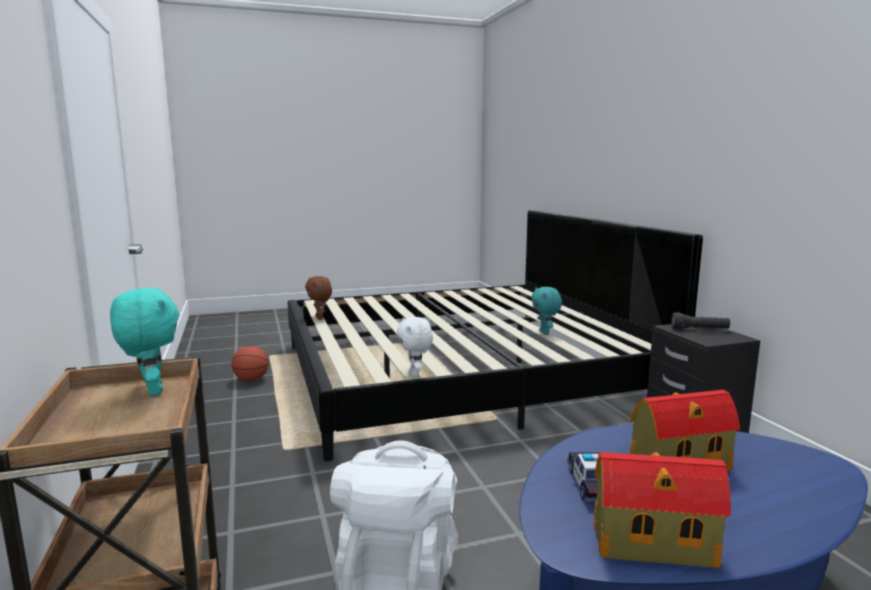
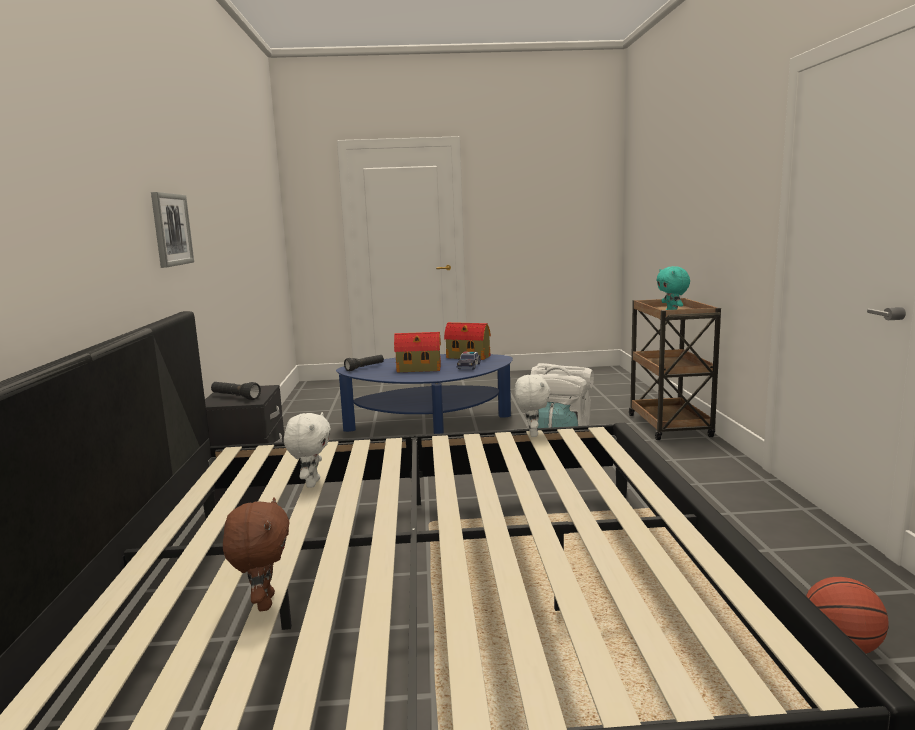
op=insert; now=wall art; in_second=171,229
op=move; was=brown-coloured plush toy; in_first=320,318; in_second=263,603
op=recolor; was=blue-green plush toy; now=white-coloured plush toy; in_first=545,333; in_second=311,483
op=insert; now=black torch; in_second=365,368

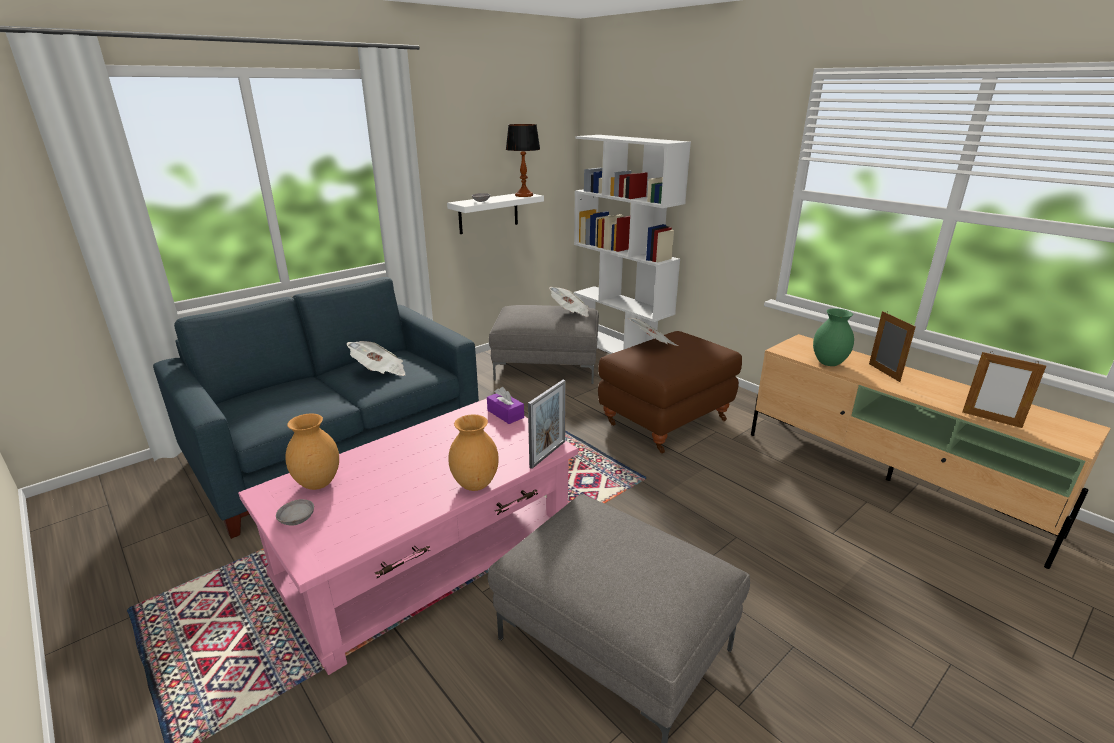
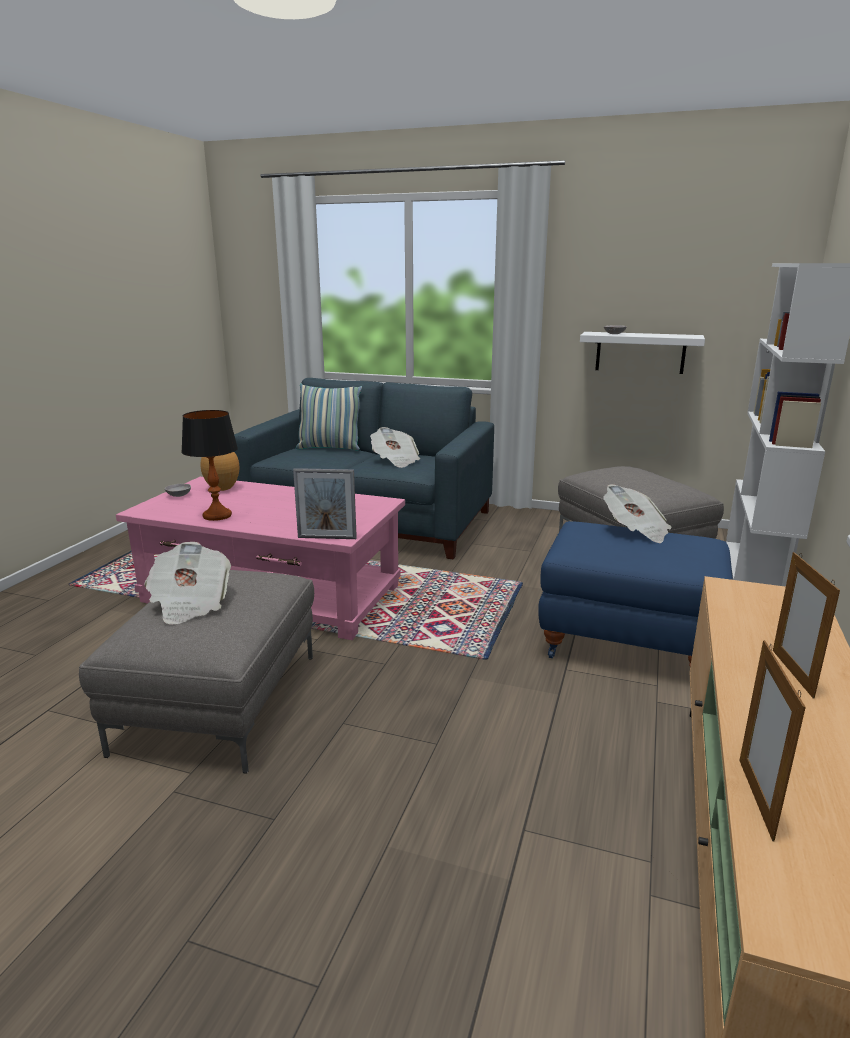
op=move; was=printed paper; in_first=570,312; in_second=190,603
op=move; was=table lamp; in_first=524,195; in_second=217,516
op=insert; now=throw pillow; in_second=329,448
op=recolor; was=brown-coloured ottoman; now=bluish ottoman; in_first=665,420; in_second=628,643
op=rotate; was=photo frame; in_first=884,372; in_second=792,673; clockwise=135
op=delete; was=brown-coloured vase; in_first=474,485
op=delete; was=purple-coloured box of tissues; in_first=505,414
op=delete; was=greenish vase; in_first=829,363

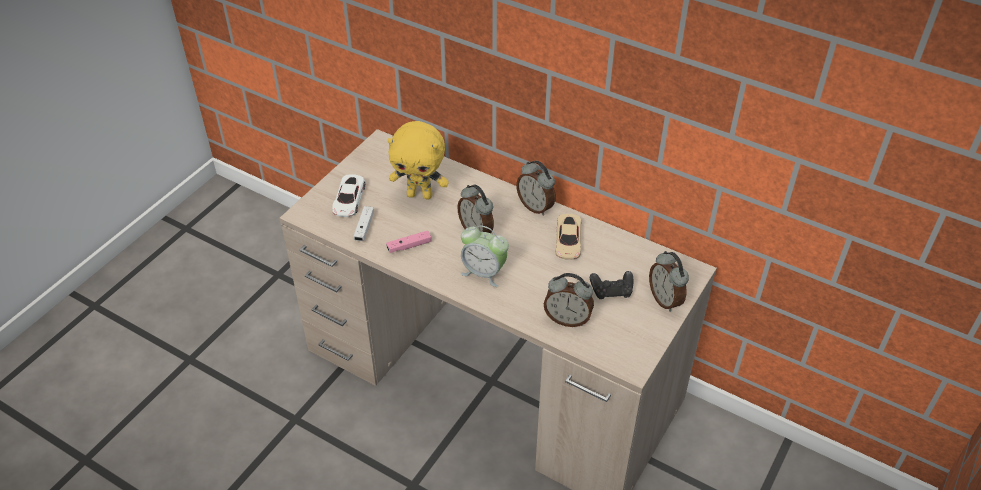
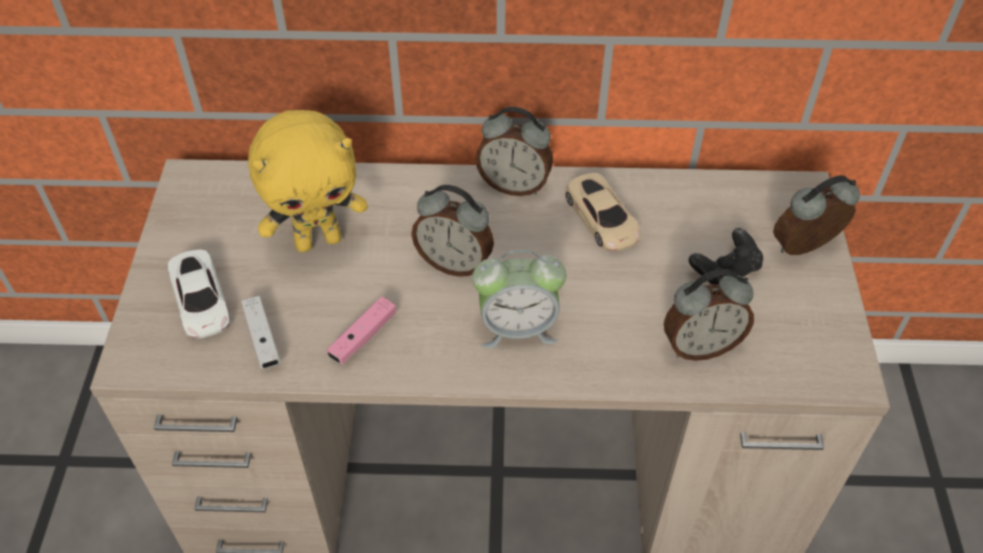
op=rotate; was=table clock; in_first=665,300; in_second=805,249; clockwise=120

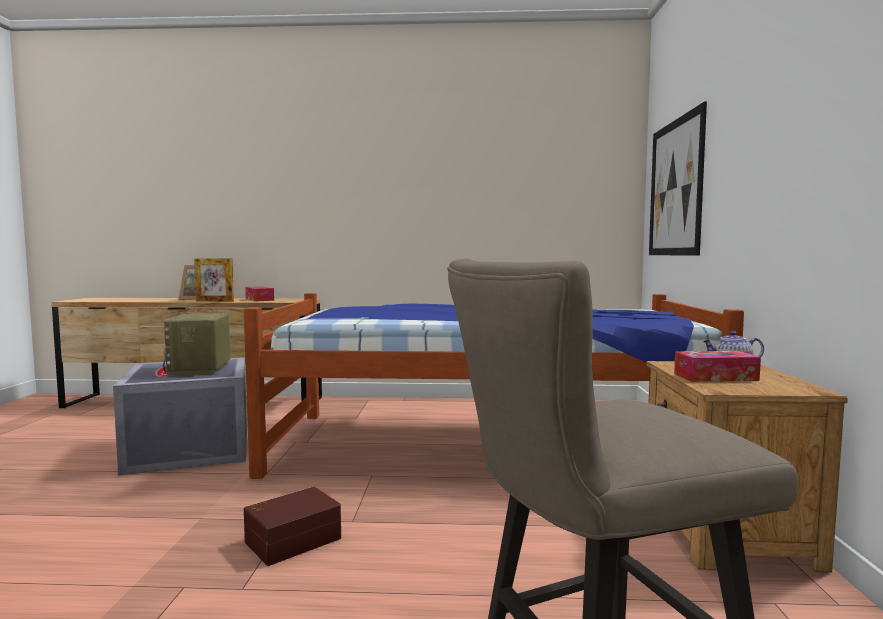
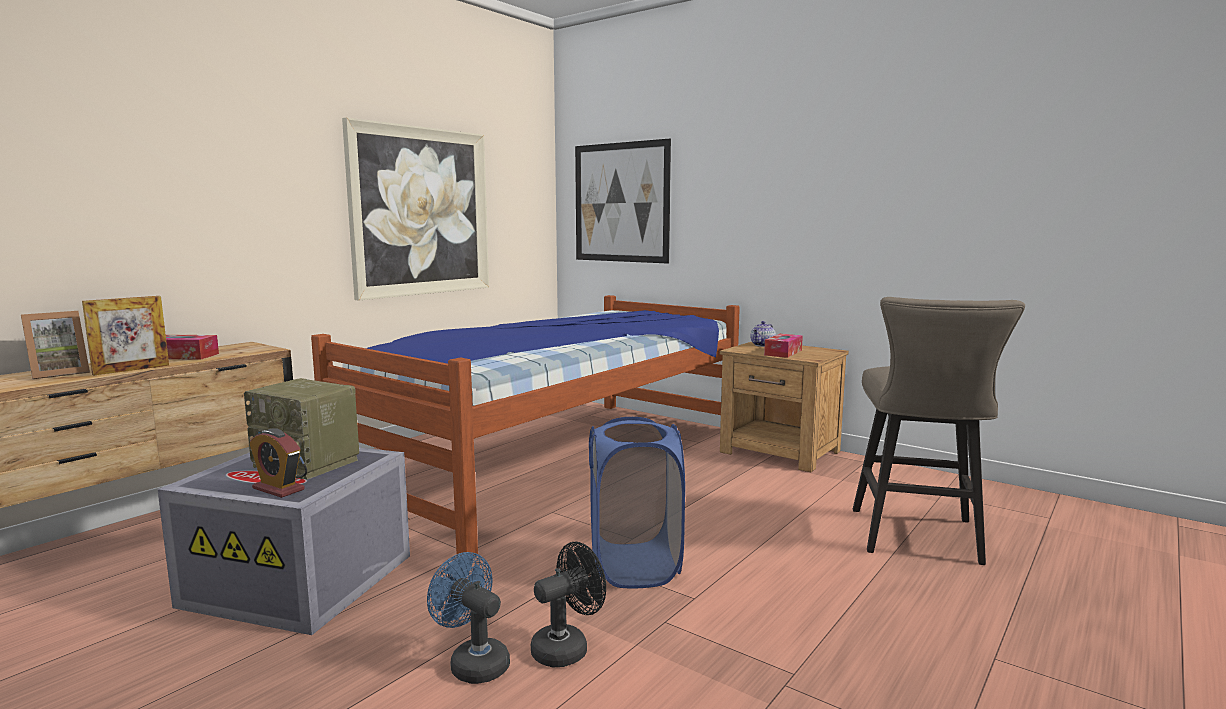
op=insert; now=table clock; in_second=278,489
op=insert; now=wall art; in_second=421,211
op=insert; now=bluish cooling fan; in_second=473,662
op=insert; now=black cooling fan; in_second=567,648
op=replace; was=brown-coloured storage box; now=bluish laundry basket; in_first=292,539; in_second=634,566

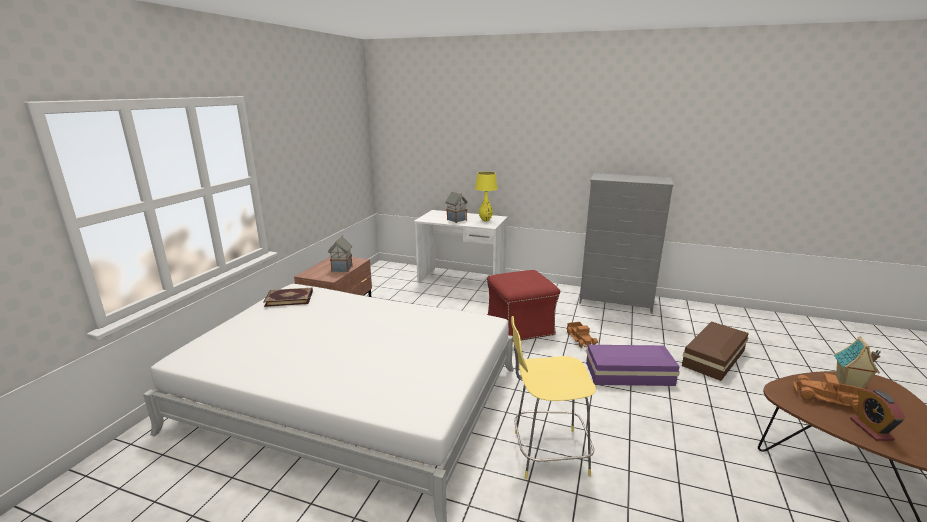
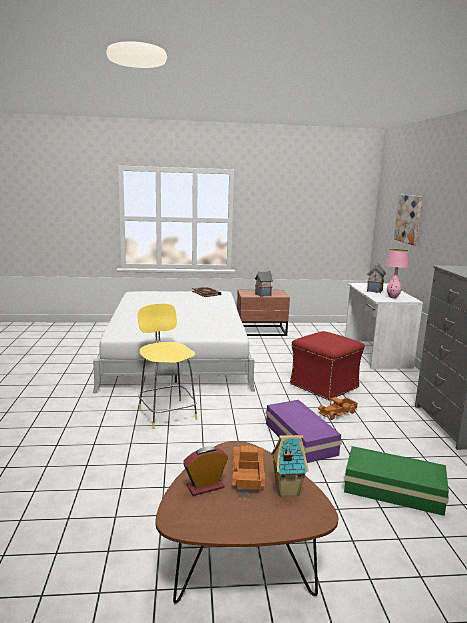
op=recolor; was=brown-coloured storage box; now=greenish storage box; in_first=715,358; in_second=395,491
op=recolor; was=yellowish table lamp; now=pinkish table lamp; in_first=485,220; in_second=393,297
op=insert; now=wall art; in_second=409,219

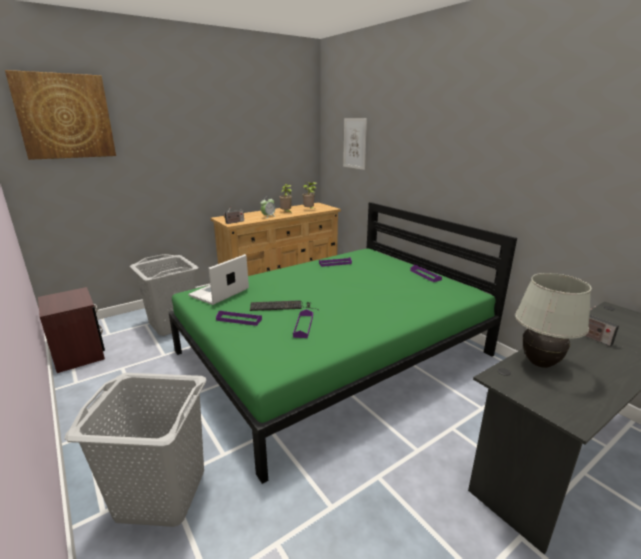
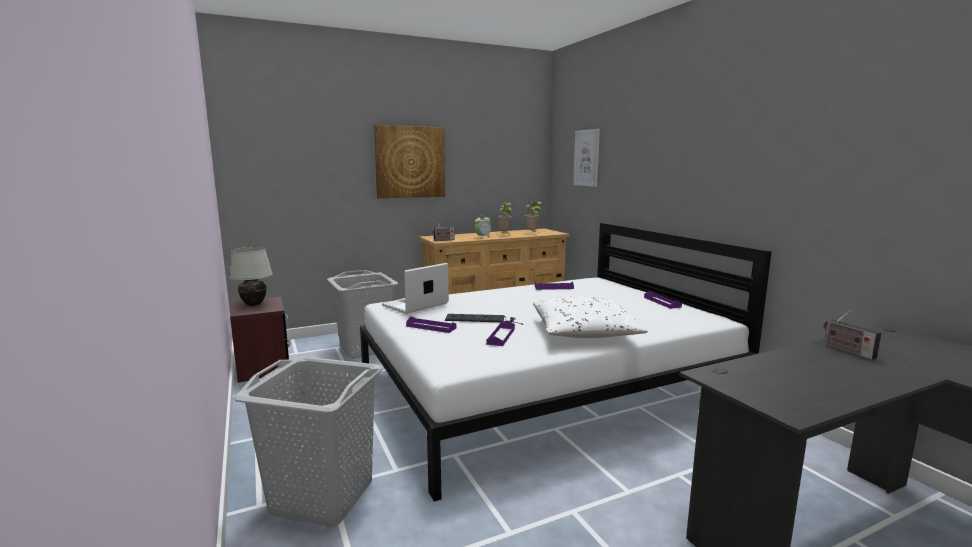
op=move; was=white-coloured table lamp; in_first=540,363; in_second=254,305
op=recolor; was=greenish sleeping bed; now=white-coloured sleeping bed; in_first=334,353; in_second=544,389
op=move; was=wall art; in_first=65,116; in_second=410,162
op=insert; now=white-coloured throw pillow; in_second=584,332

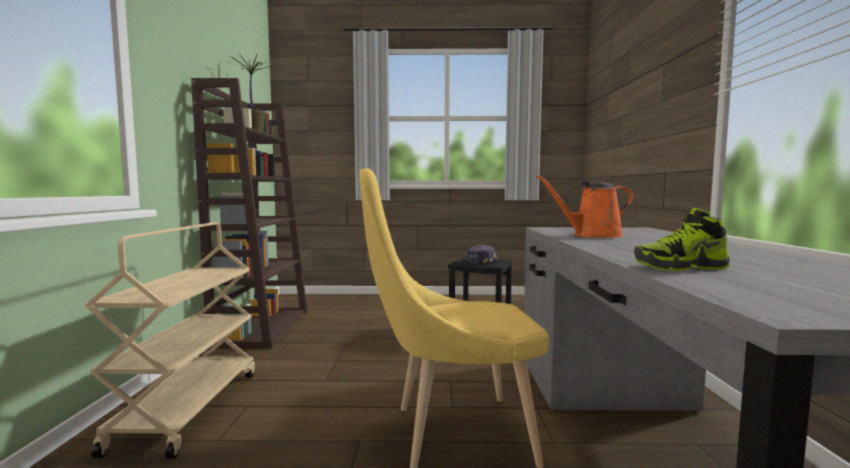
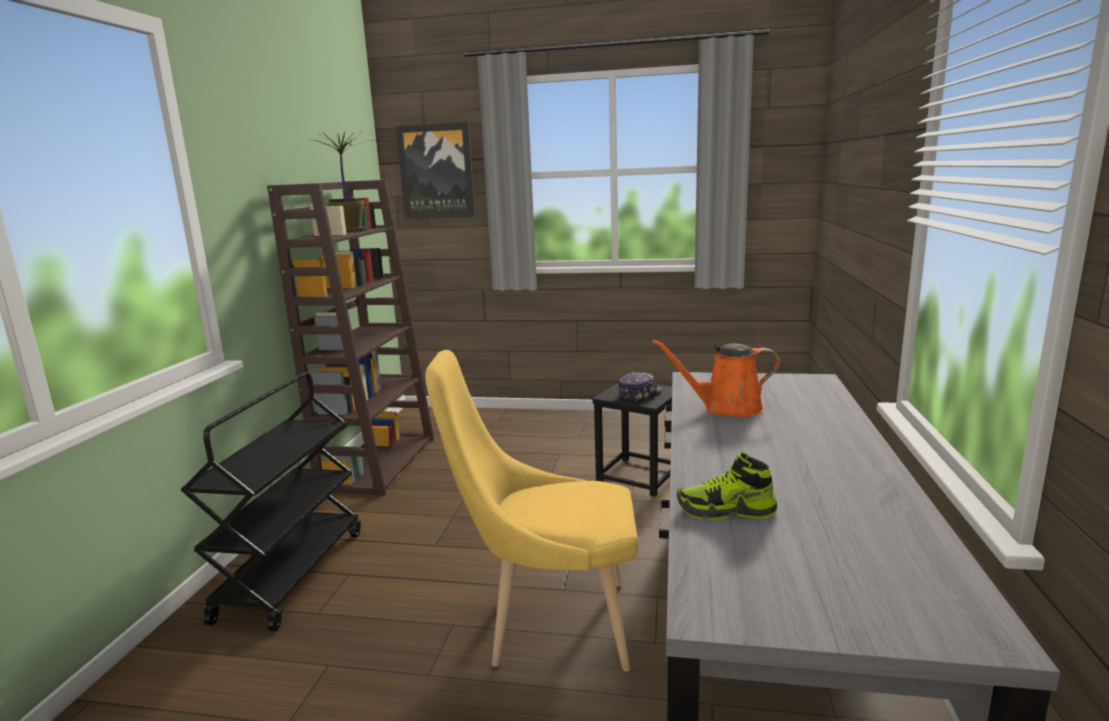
op=recolor; was=beige wheeled cart; now=black wheeled cart; in_first=188,408; in_second=291,573
op=insert; now=wall art; in_second=436,171

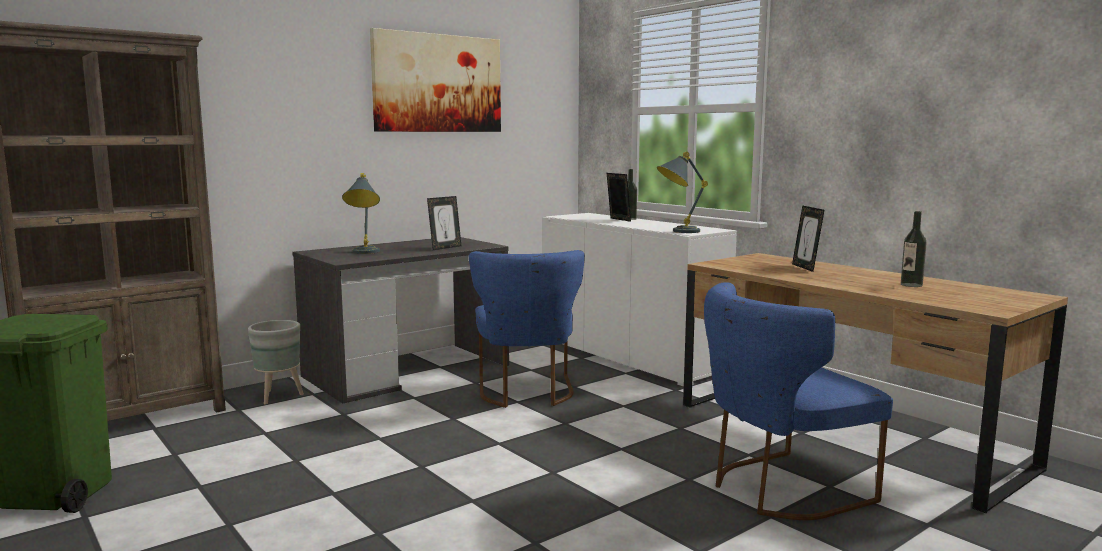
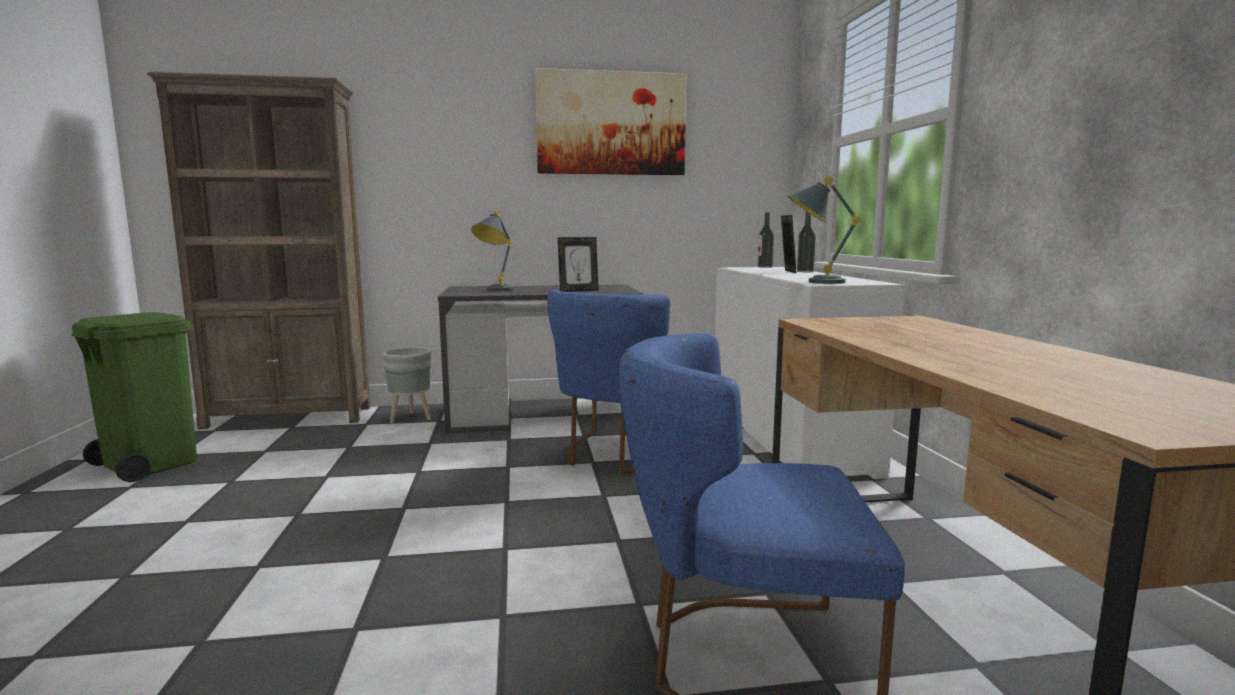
op=move; was=drink bottle; in_first=911,285; in_second=765,267
op=delete; was=photo frame; in_first=805,267

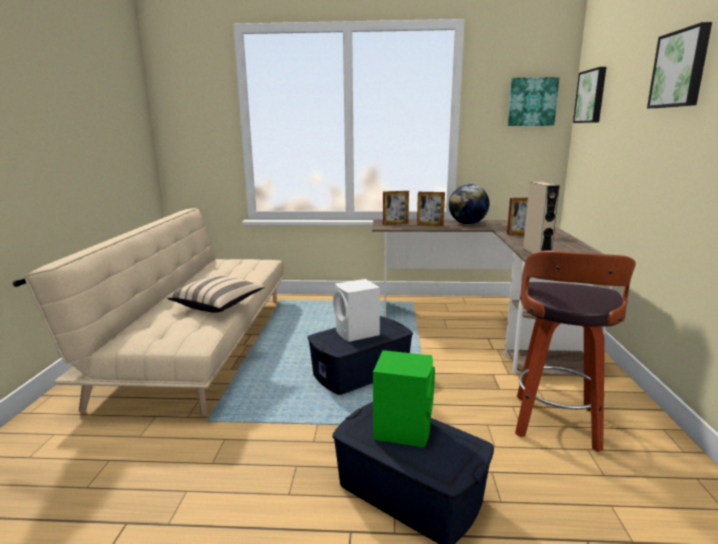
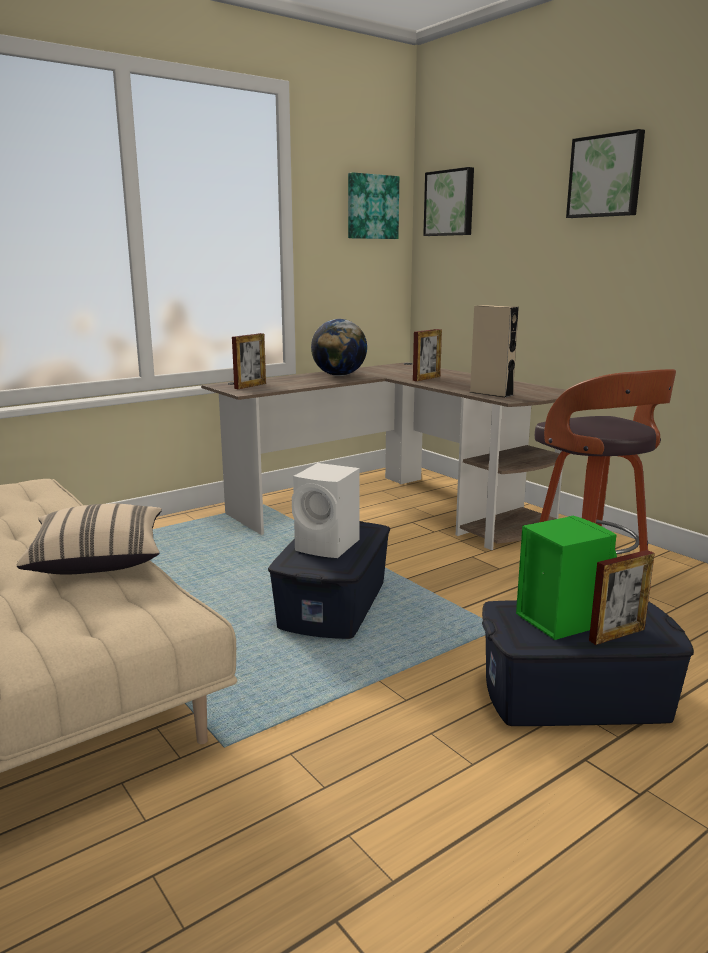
op=move; was=photo frame; in_first=430,225; in_second=617,635

